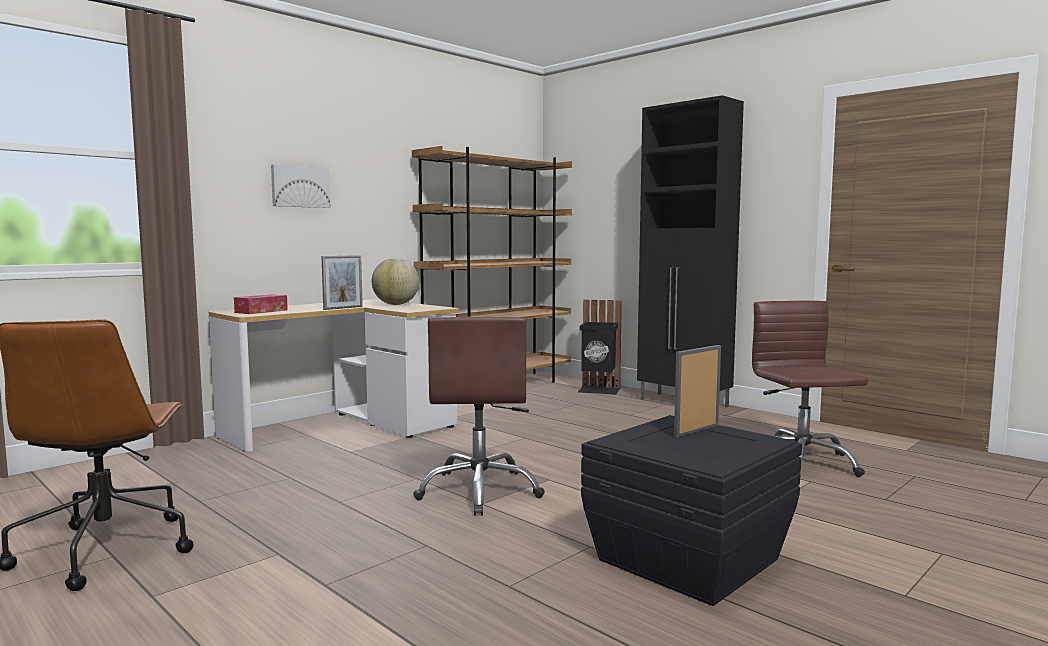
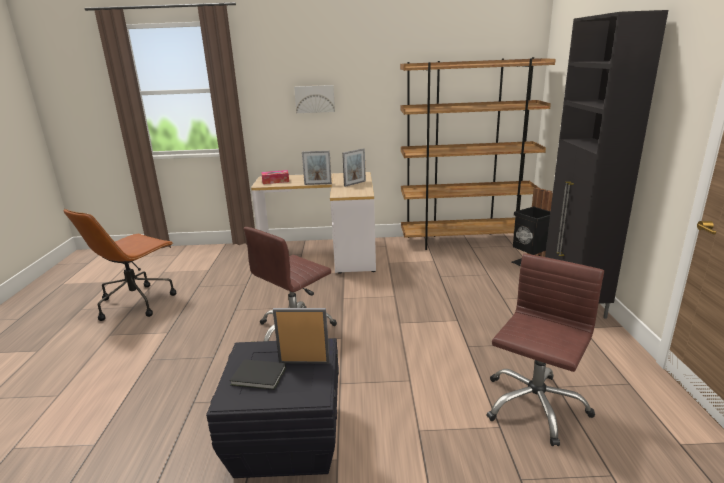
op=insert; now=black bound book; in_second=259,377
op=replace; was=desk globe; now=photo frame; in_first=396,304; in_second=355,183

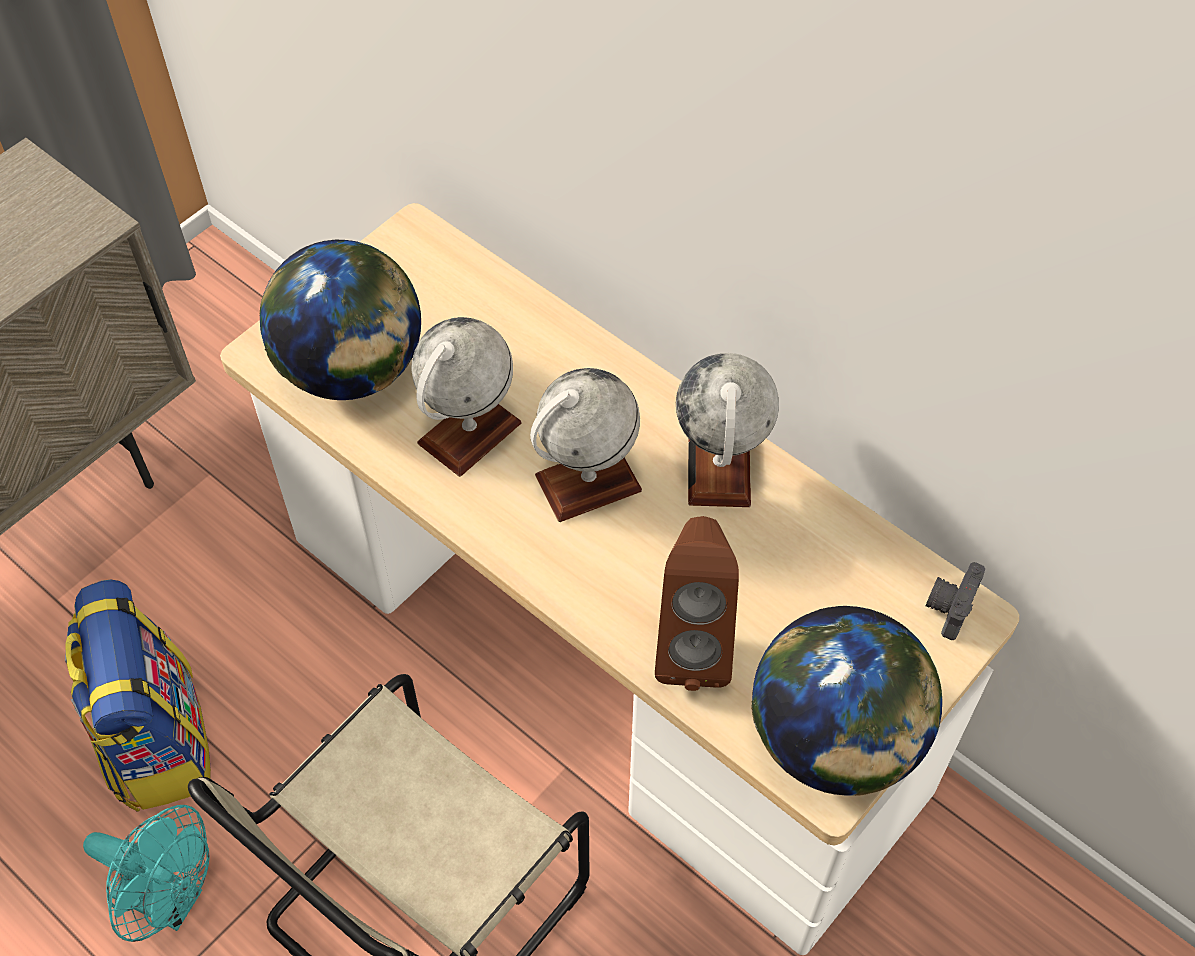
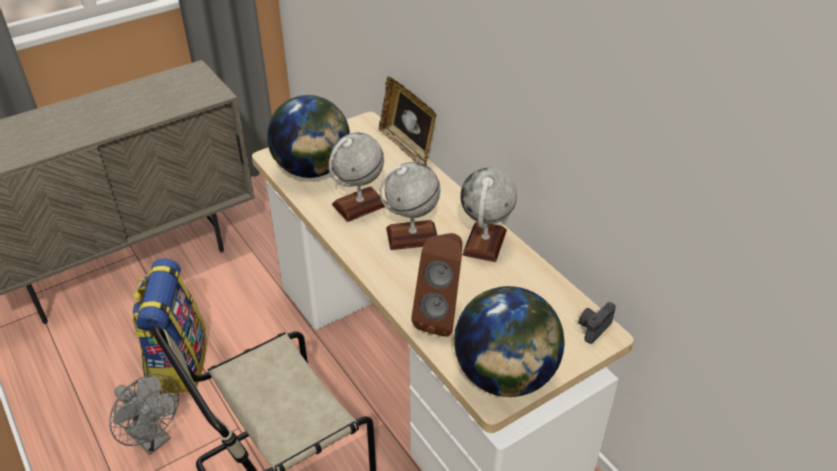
op=recolor; was=blue-green cooling fan; now=greyish cooling fan; in_first=171,900; in_second=153,439
op=insert; now=photo frame; in_second=407,147

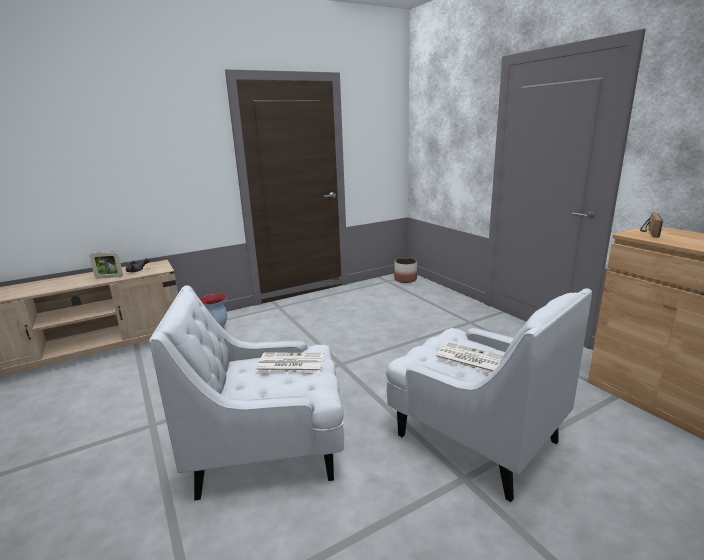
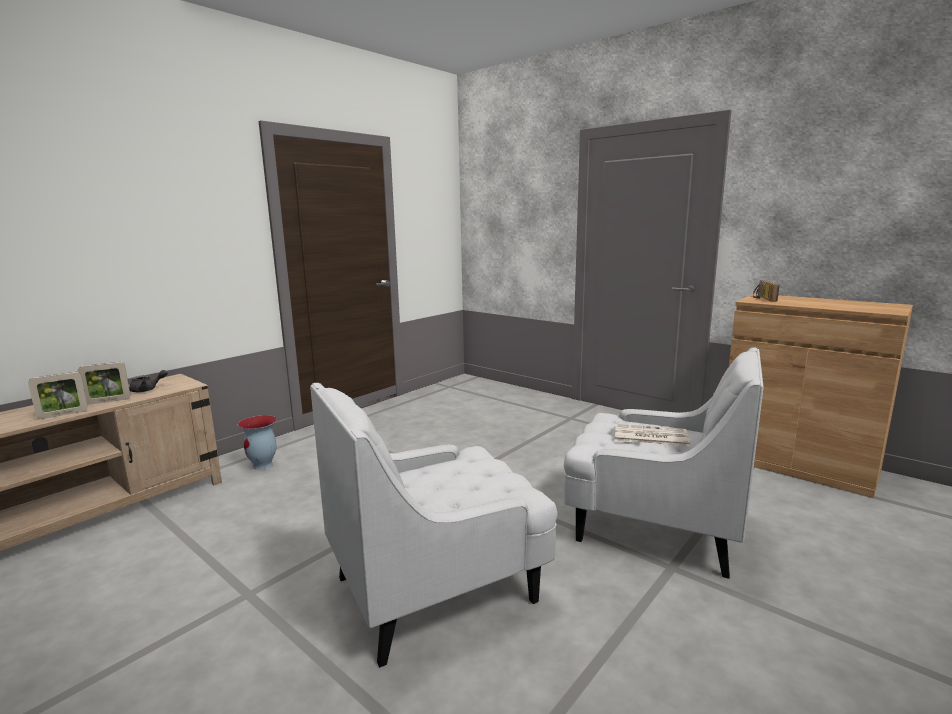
op=insert; now=photo frame; in_second=63,414
op=delete; was=printed paper; in_first=289,364
op=delete; was=planter; in_first=405,279

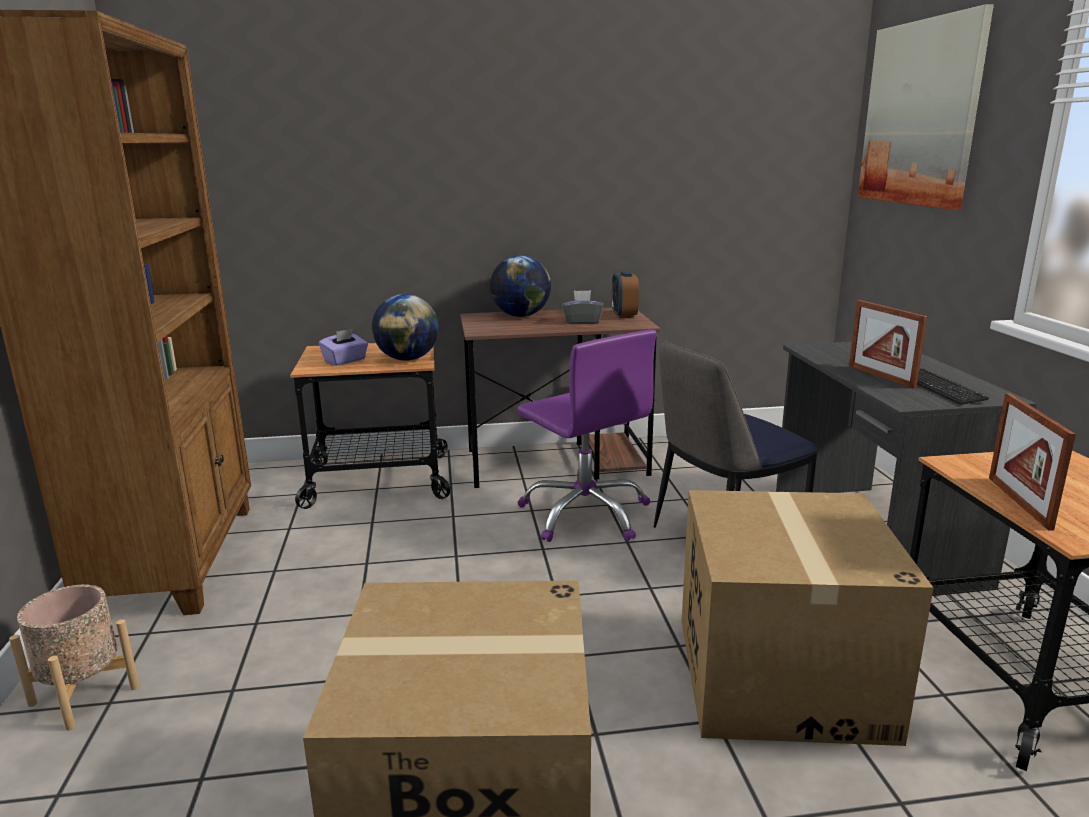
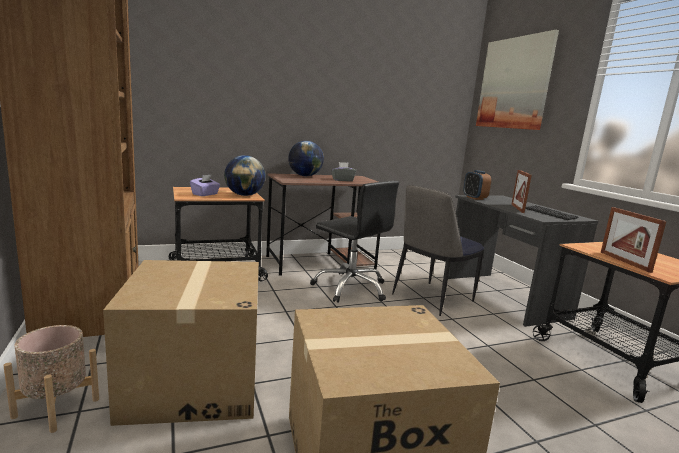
op=move; was=packing box; in_first=779,676; in_second=194,380
op=recolor; was=purple-coloured desk chair; now=black desk chair; in_first=585,514; in_second=351,288
op=move; was=table clock; in_first=624,315; in_second=474,198
op=rotate; was=photo frame; in_first=881,376; in_second=517,208; clockwise=45

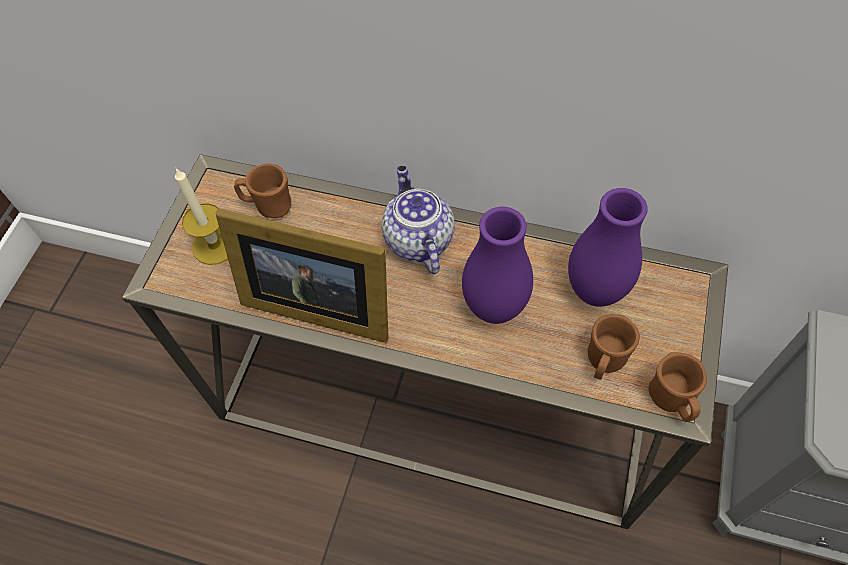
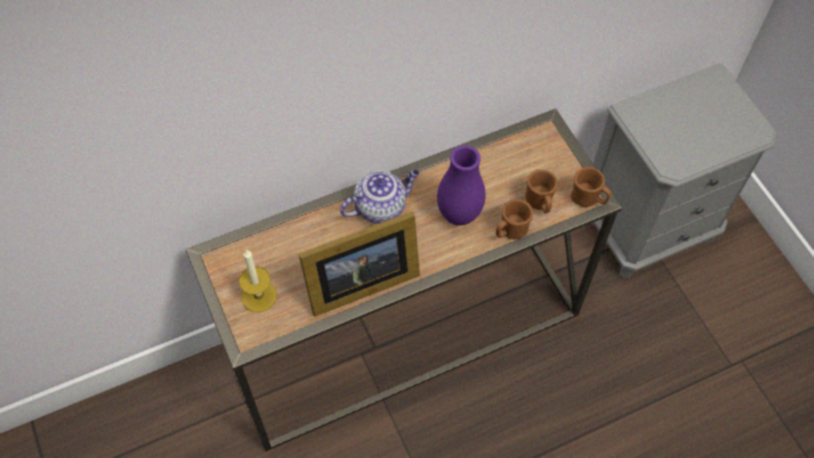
op=rotate; was=teapot; in_first=417,239; in_second=381,207; clockwise=120
op=move; was=brown-coloured coffee mug; in_first=268,206; in_second=510,231
op=delete; was=purple-coloured vase; in_first=595,291

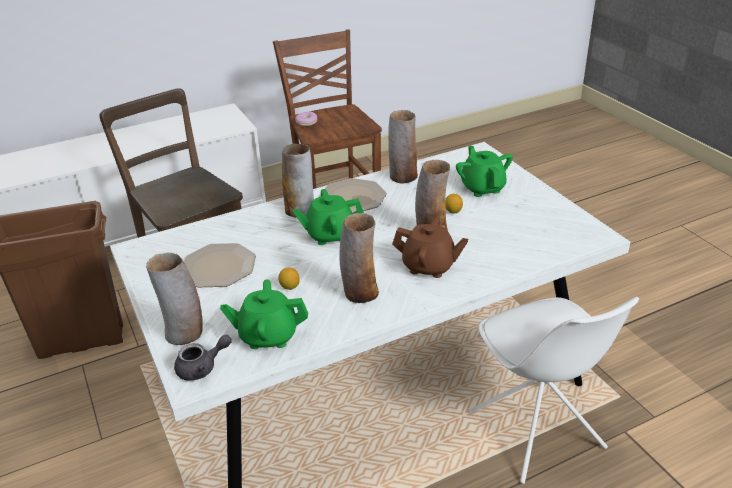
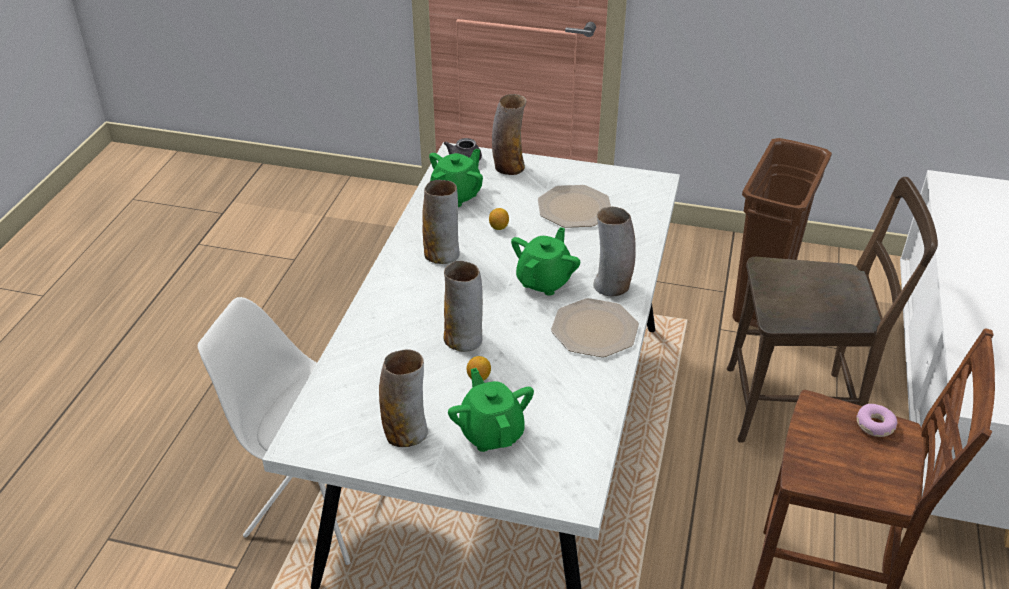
op=move; was=vase; in_first=402,177; in_second=406,431
op=rotate; was=greenish teapot; in_first=482,188; in_second=491,432; clockwise=-135
op=delete; was=brown-coloured teapot; in_first=429,266

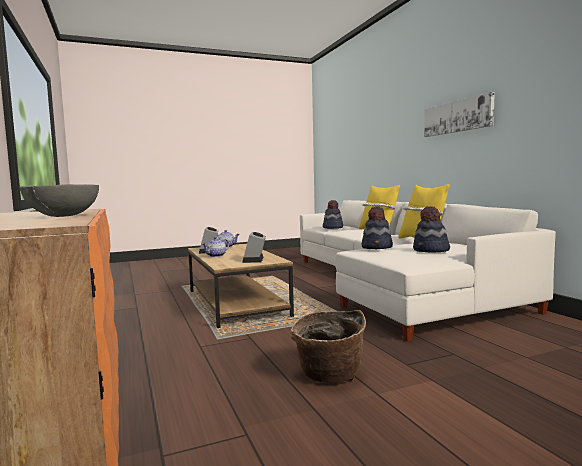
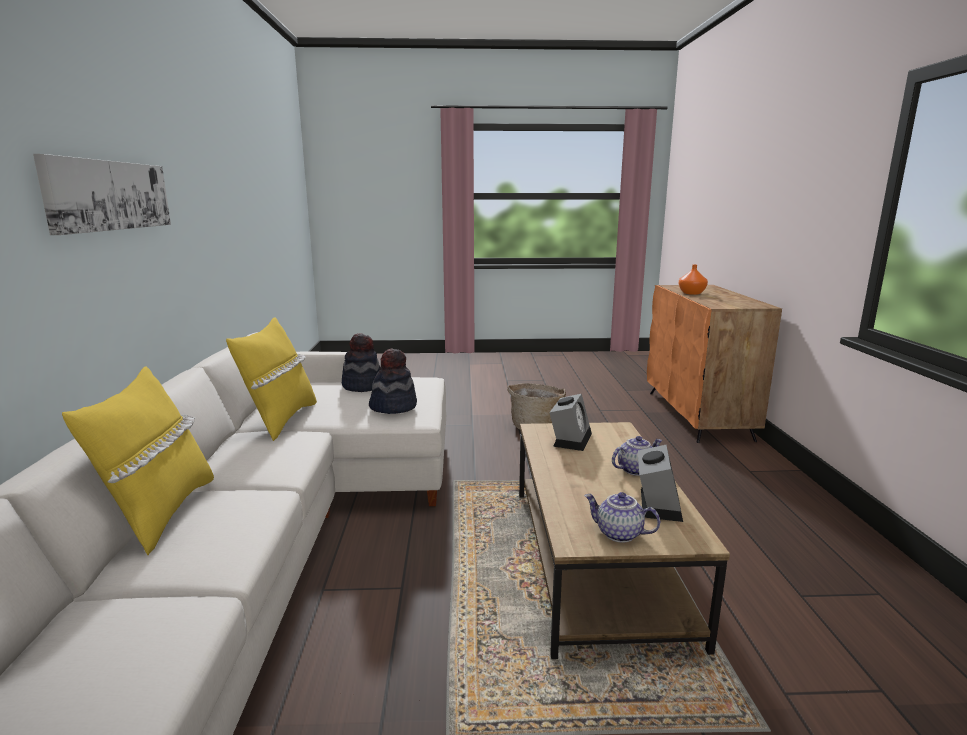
op=replace; was=greyish serving bowl; now=orange-coloured vase; in_first=63,216; in_second=691,293
op=delete; was=wearable hat; in_first=332,227

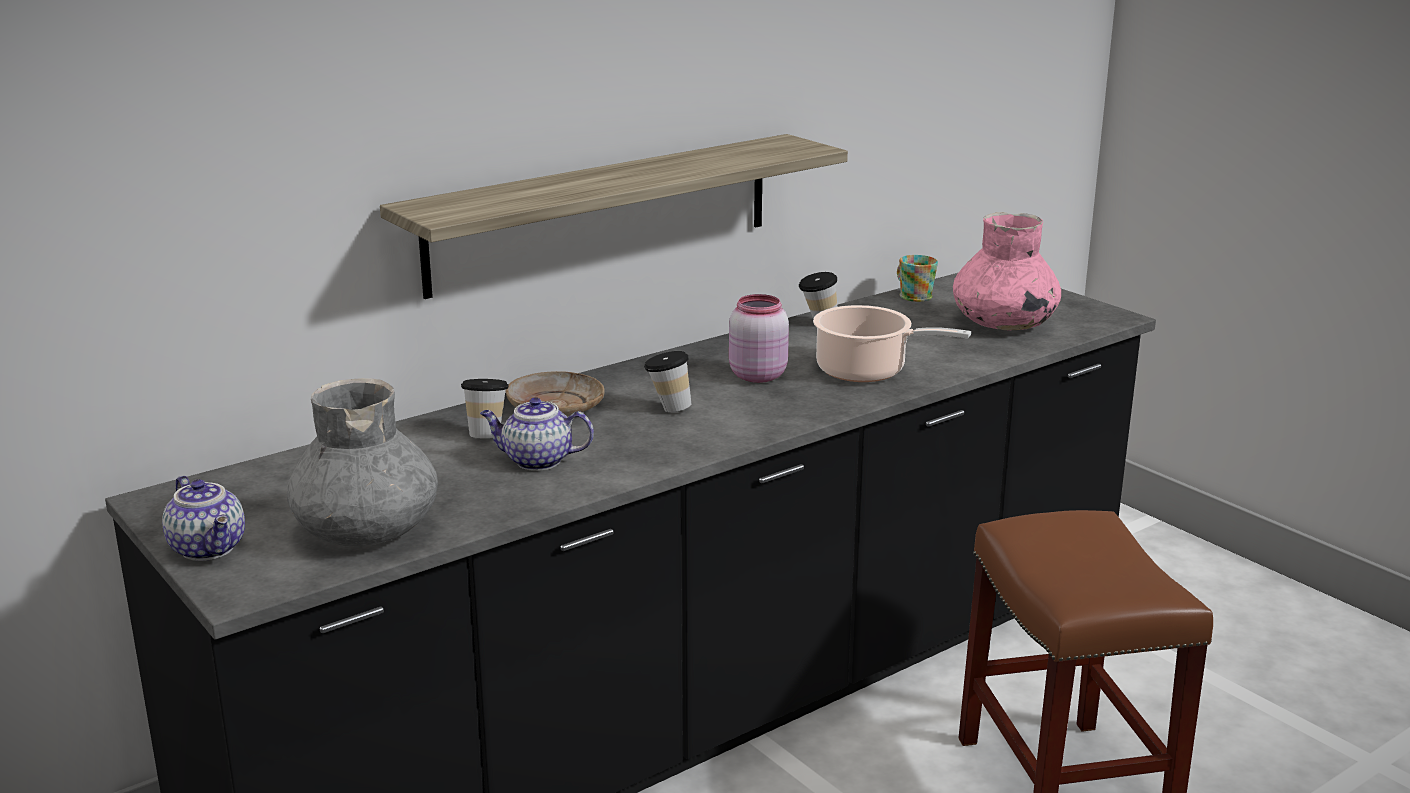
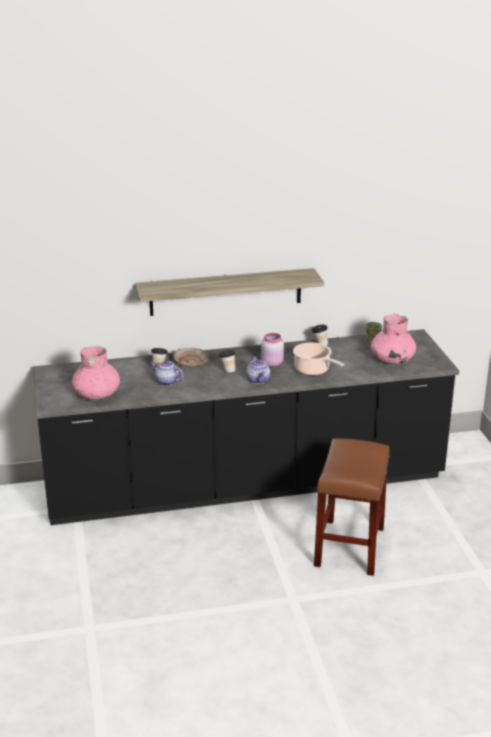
op=recolor; was=greyish vase; now=pinkish vase; in_first=368,530; in_second=97,394
op=move; was=teapot; in_first=210,548; in_second=258,380

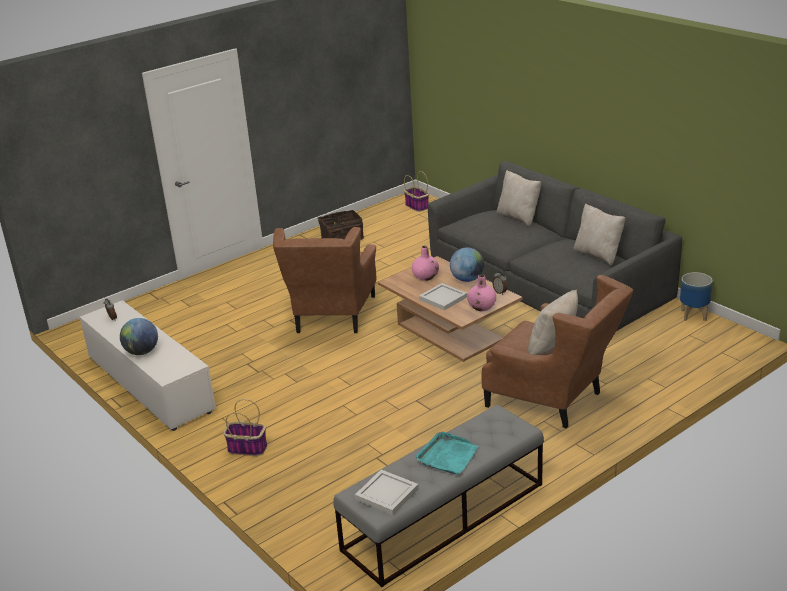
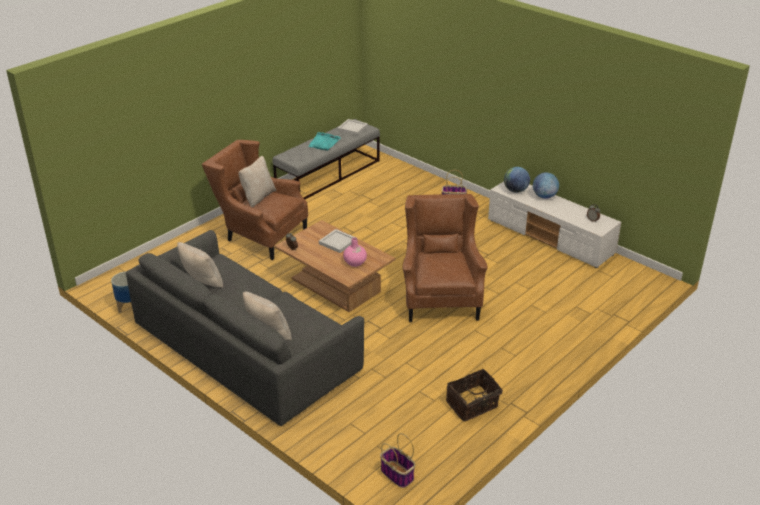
op=move; was=desk globe; in_first=467,279; in_second=515,190
op=delete; was=pinkish vase; in_first=482,307

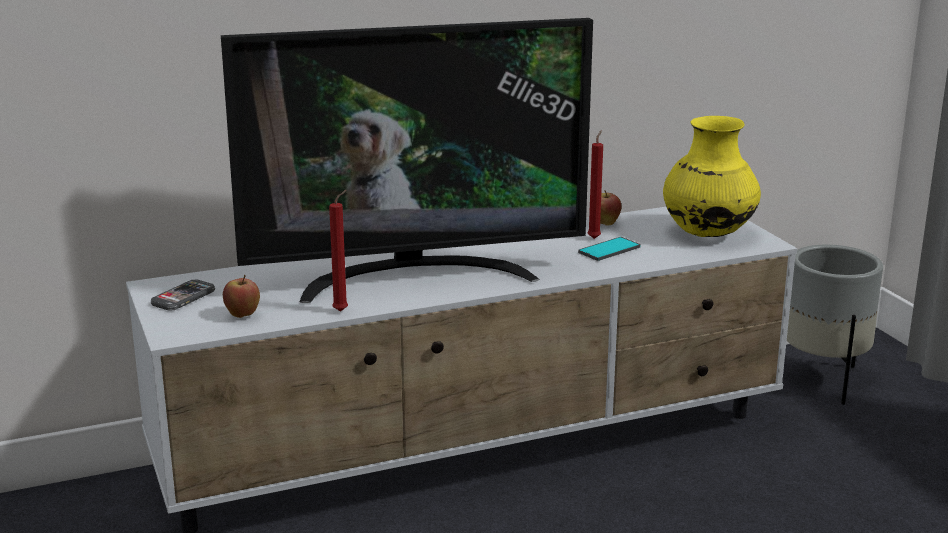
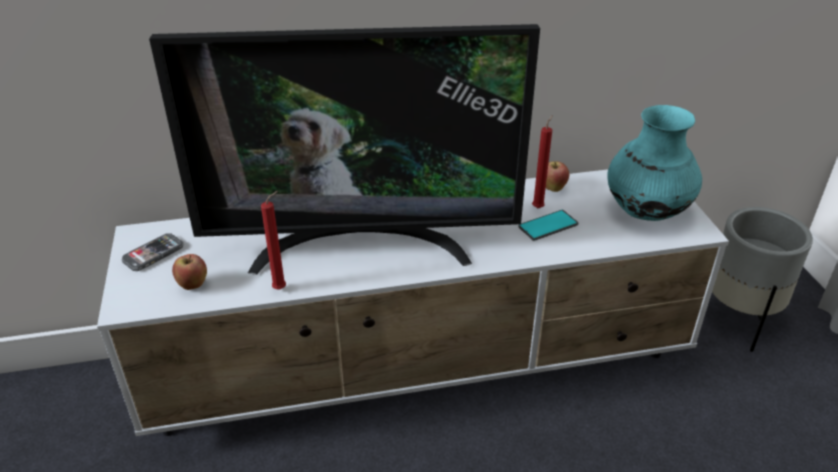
op=recolor; was=yellowish vase; now=blue-green vase; in_first=707,234; in_second=646,211

